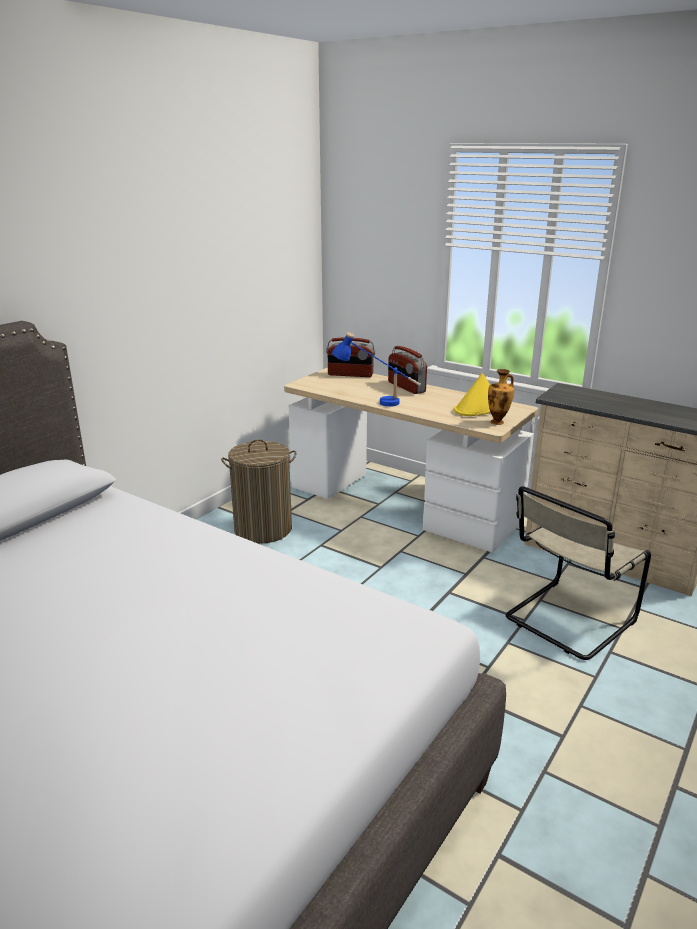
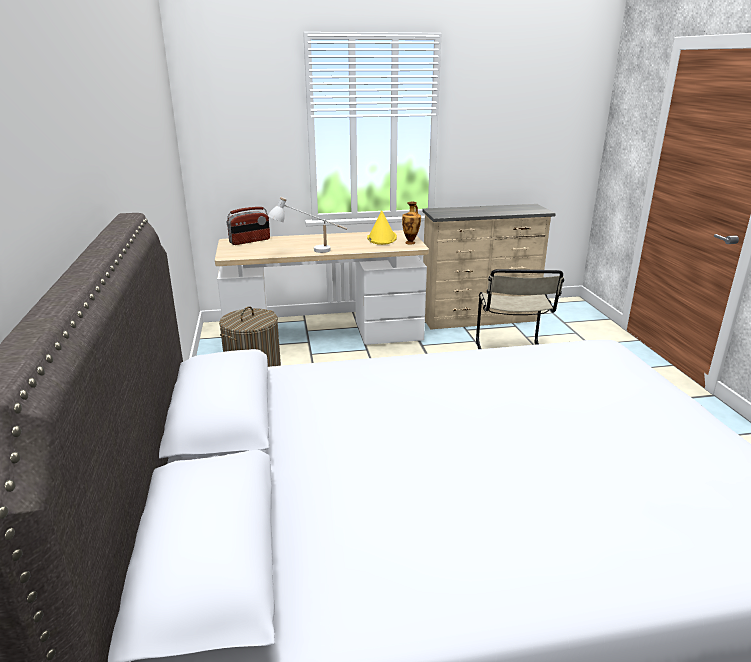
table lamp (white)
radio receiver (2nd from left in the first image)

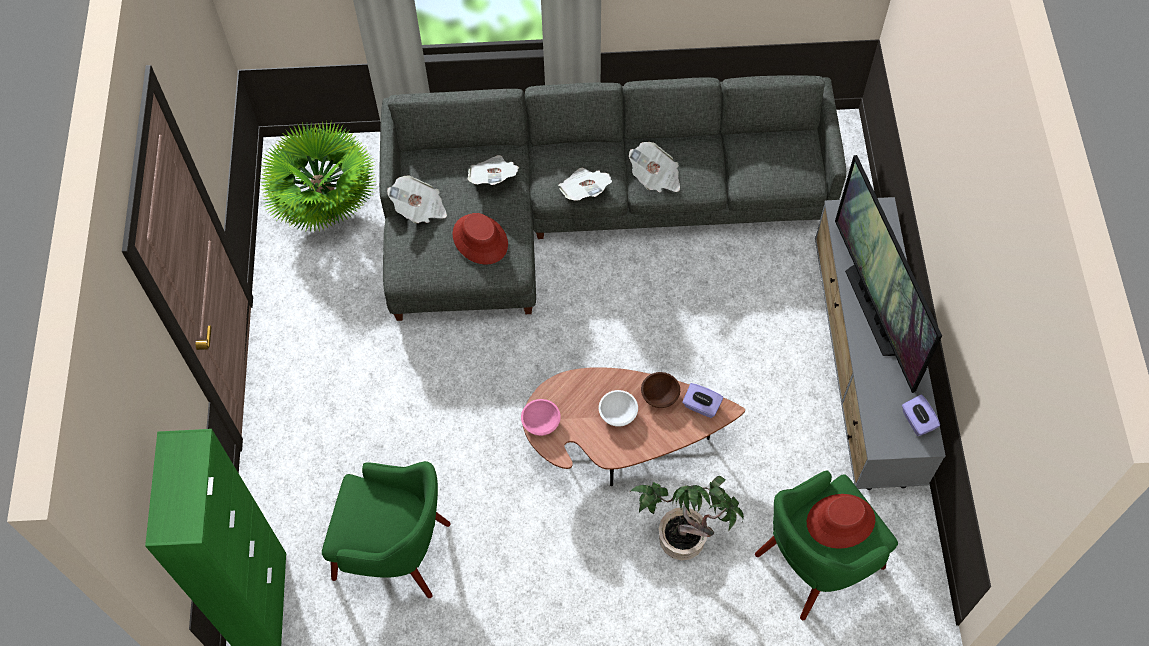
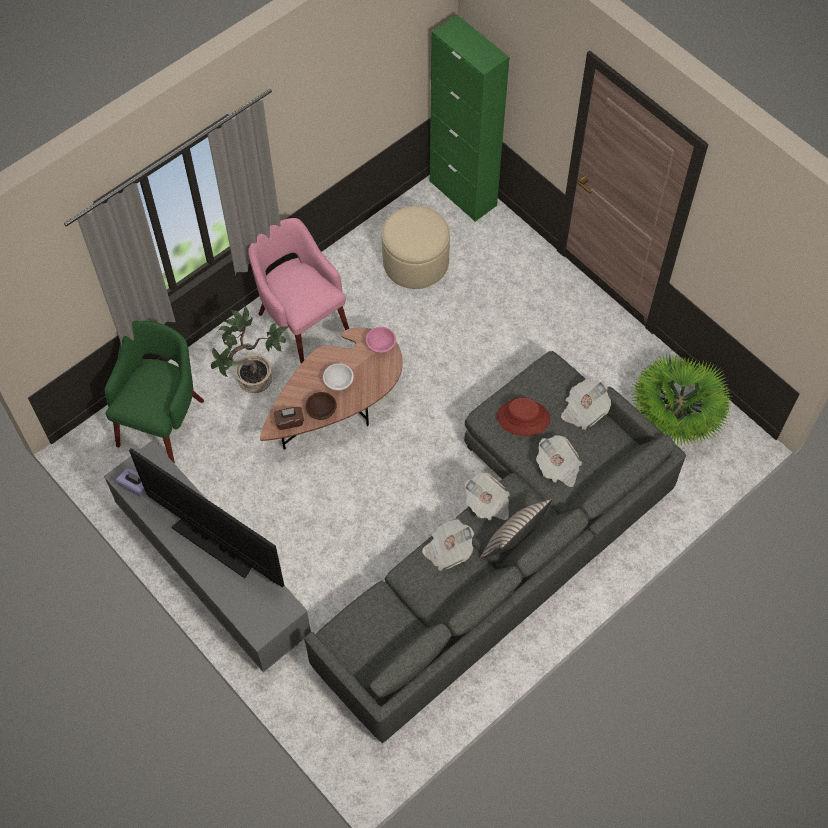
tissue box (brown)
ottoman (beige-coloured)
hat (red) (2nd from left in the first image)
easy chair (pink-coloured)
cushion (beige-coloured)

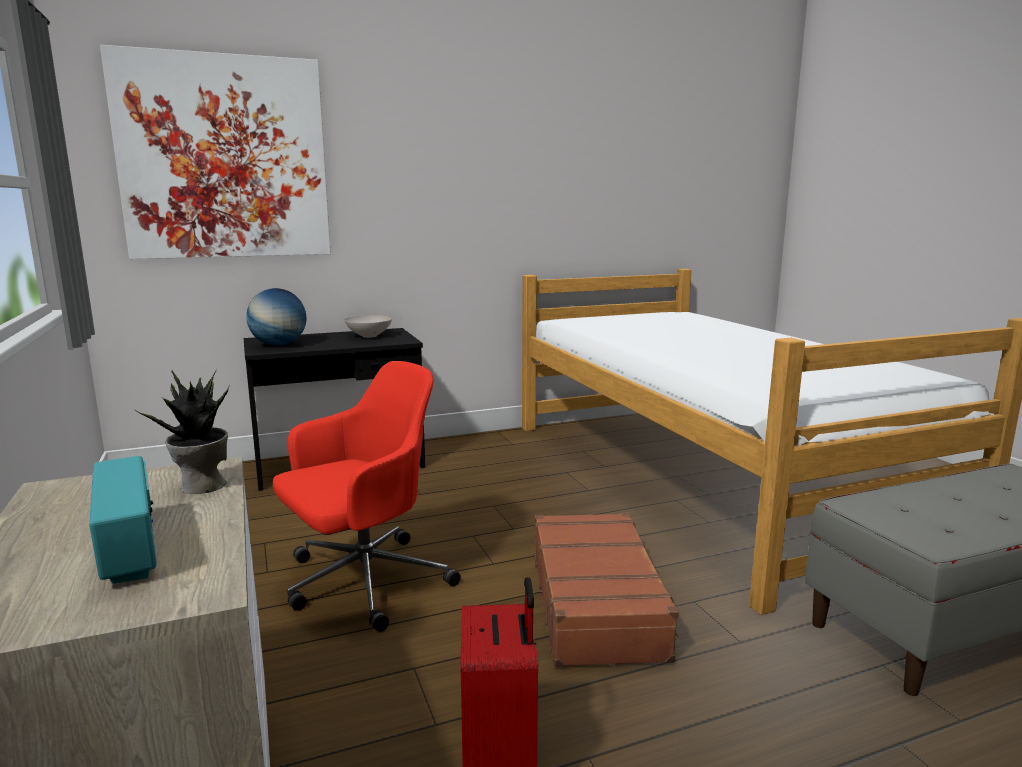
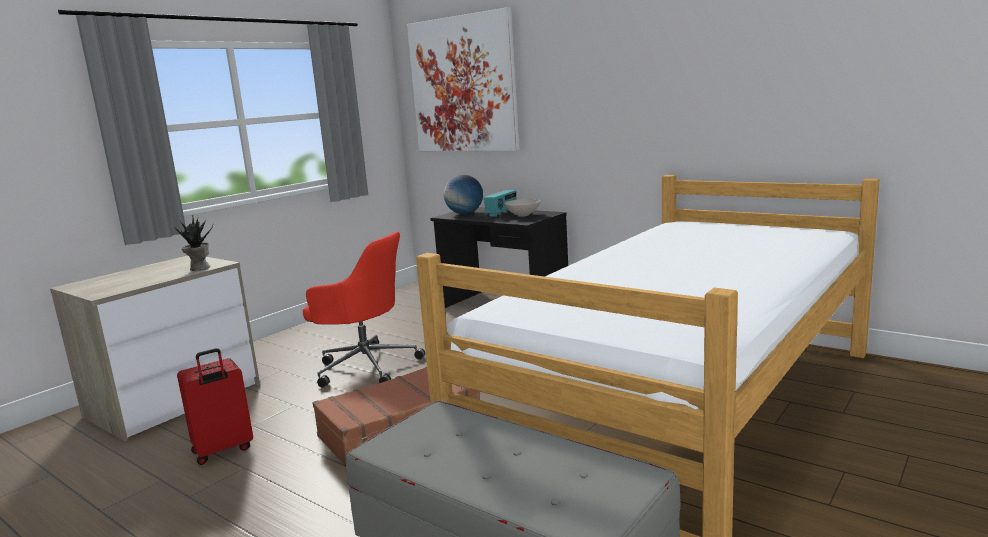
radio receiver

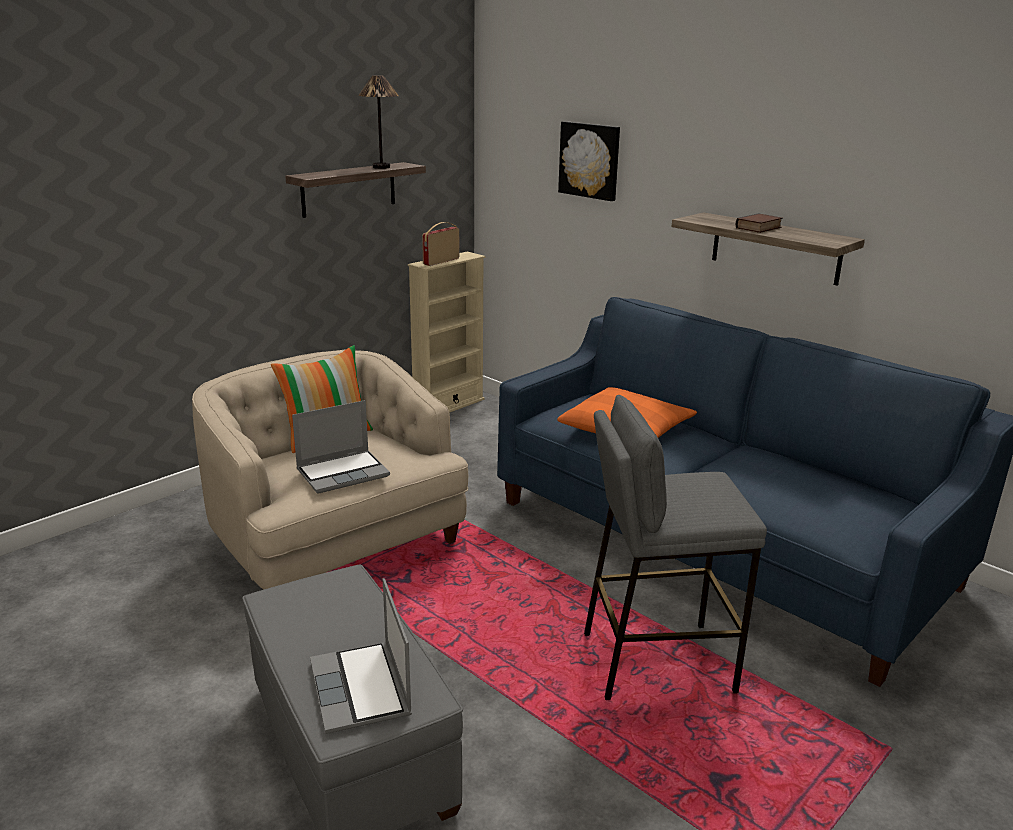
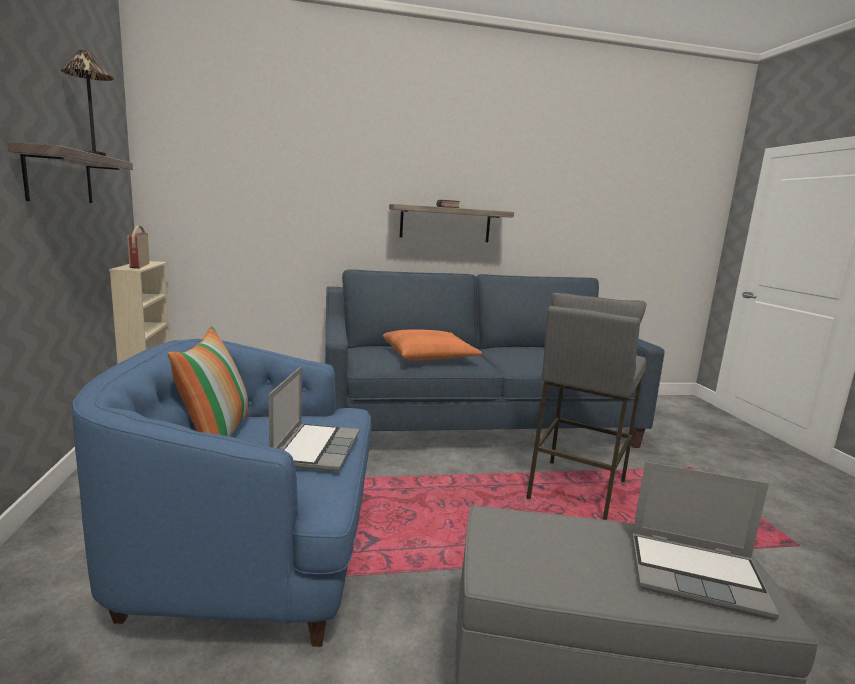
wall art
easy chair (bluish)

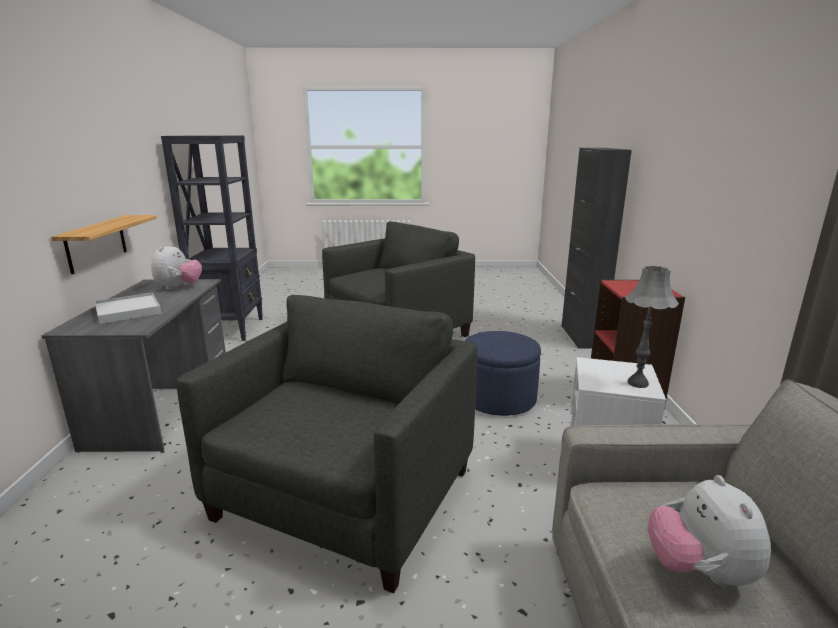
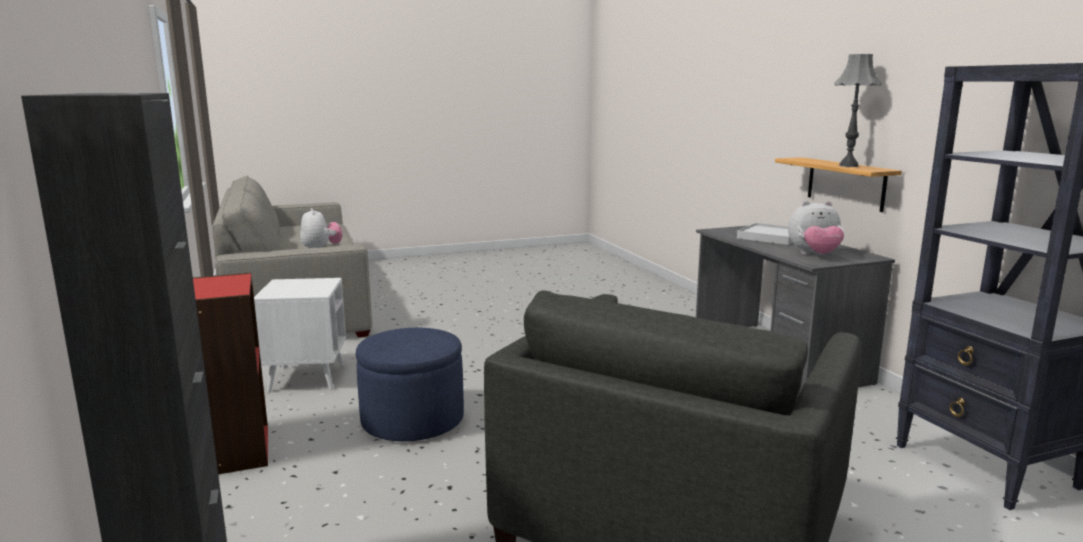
cuddly toy (2nd from left)
table lamp (grey)
easy chair (grey) (1st from left in the first image)

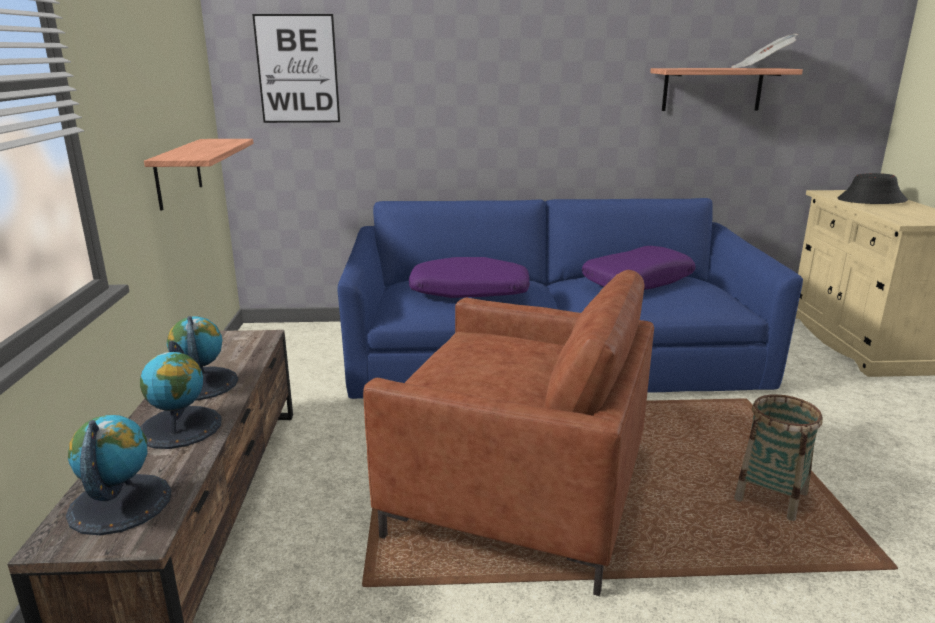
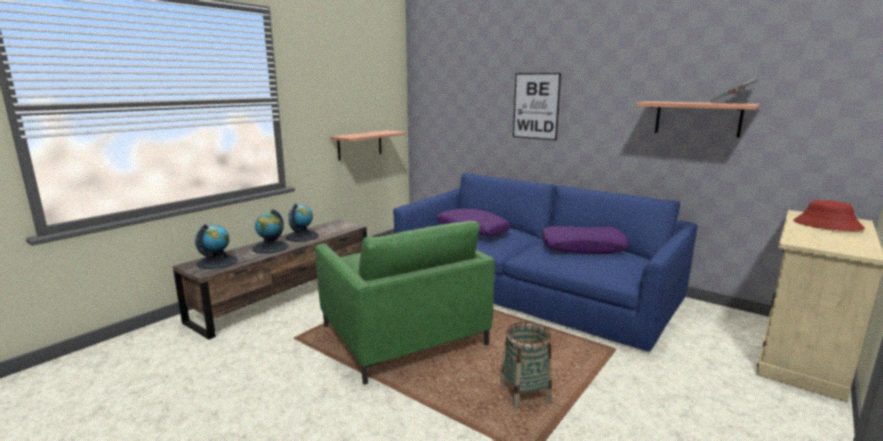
wall art
hat (red)
easy chair (green-coloured)

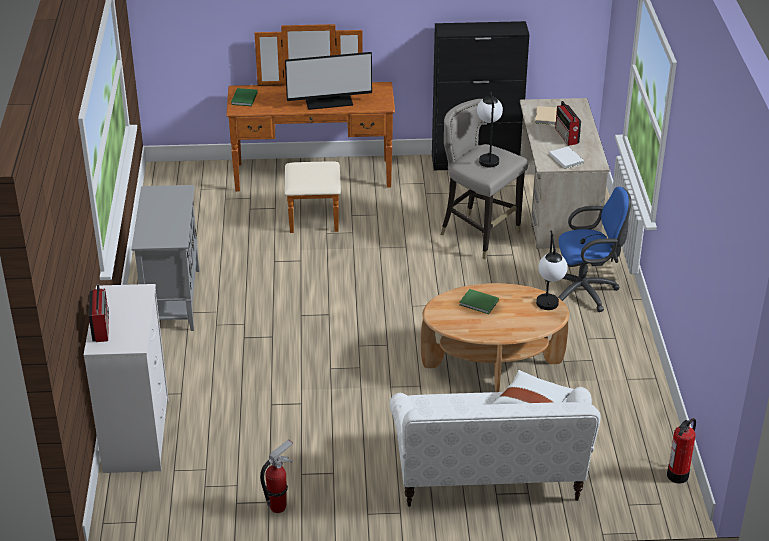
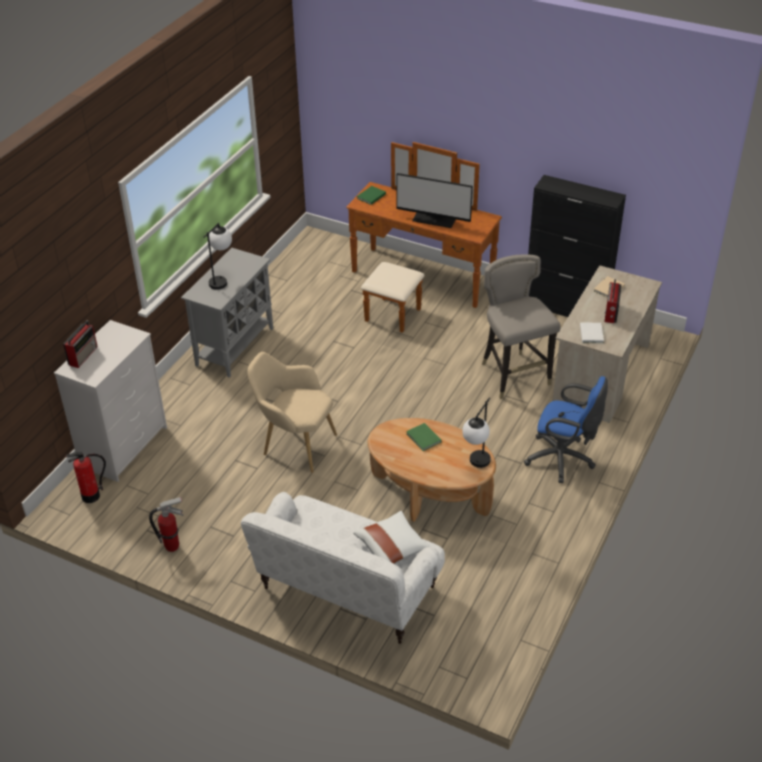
table lamp (1st from left)
extinguisher (1st from left)
easy chair (beige-coloured)

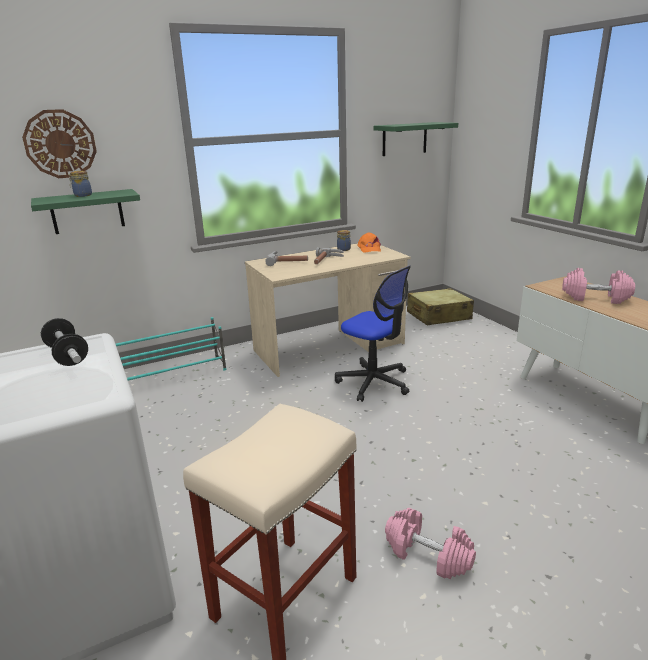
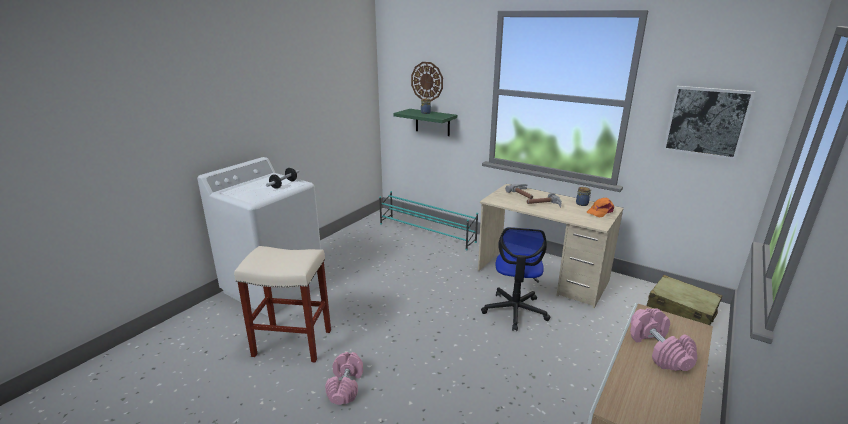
wall art

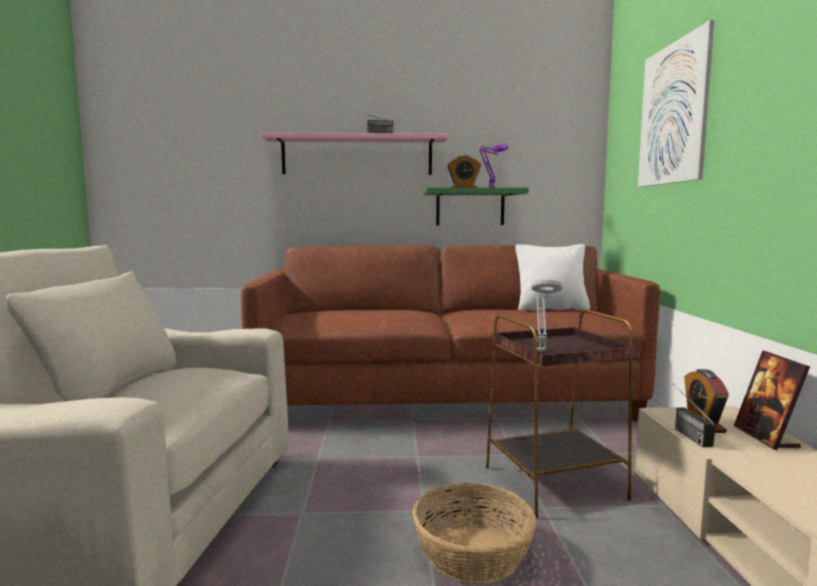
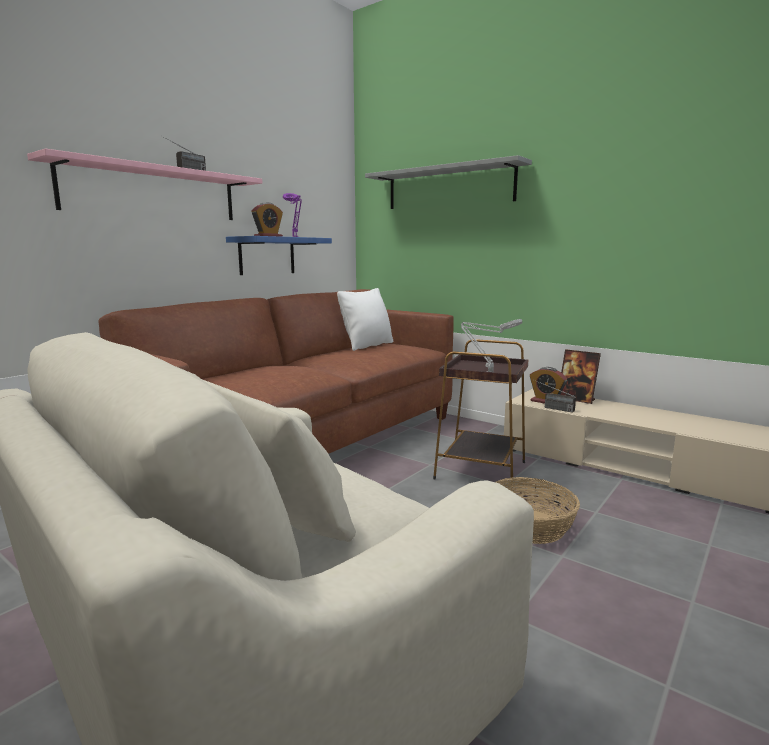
shelf (grey)
shelf (bluish)

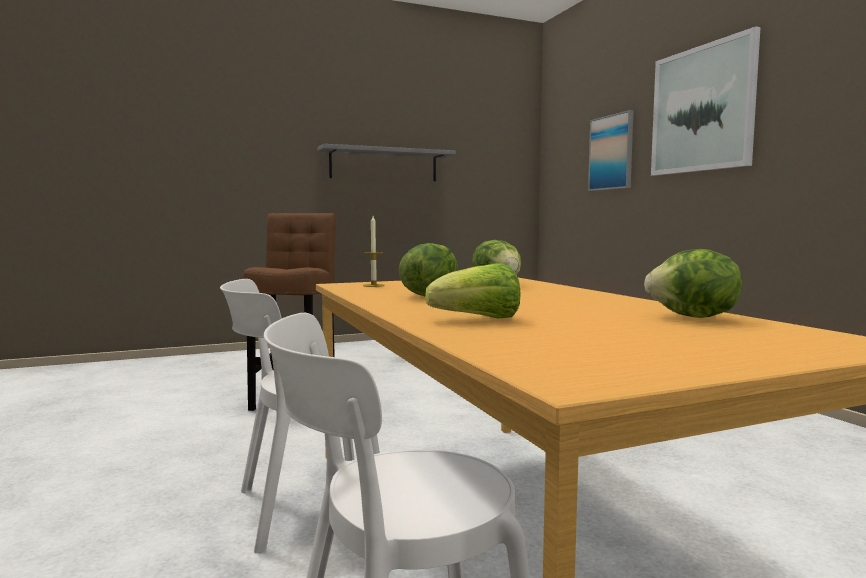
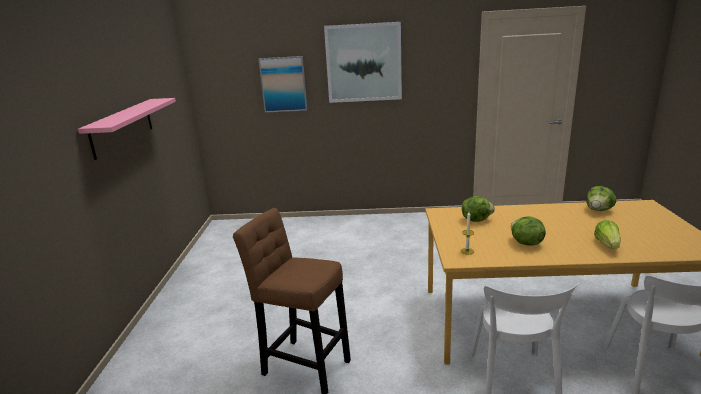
shelf (pink-coloured)

